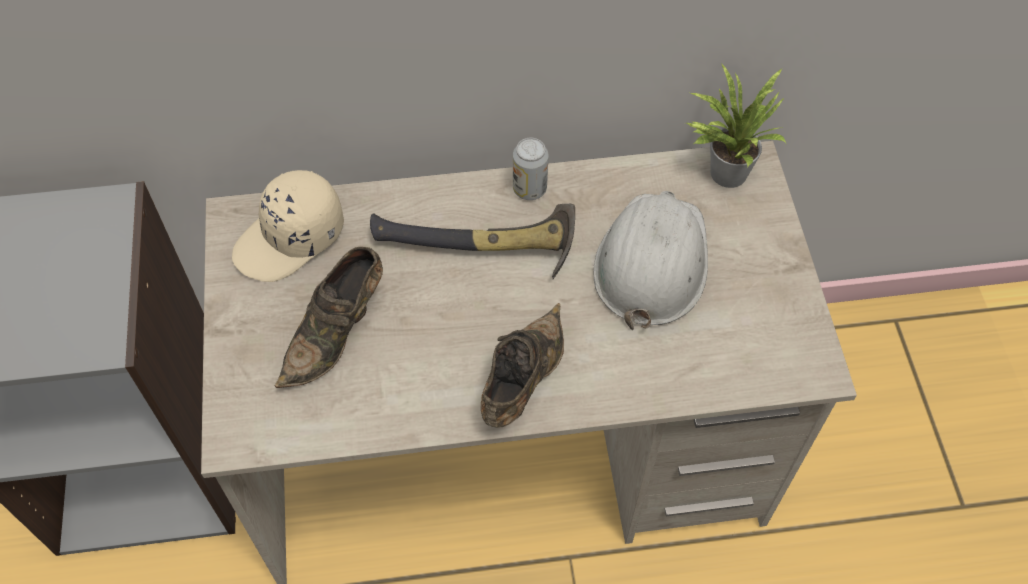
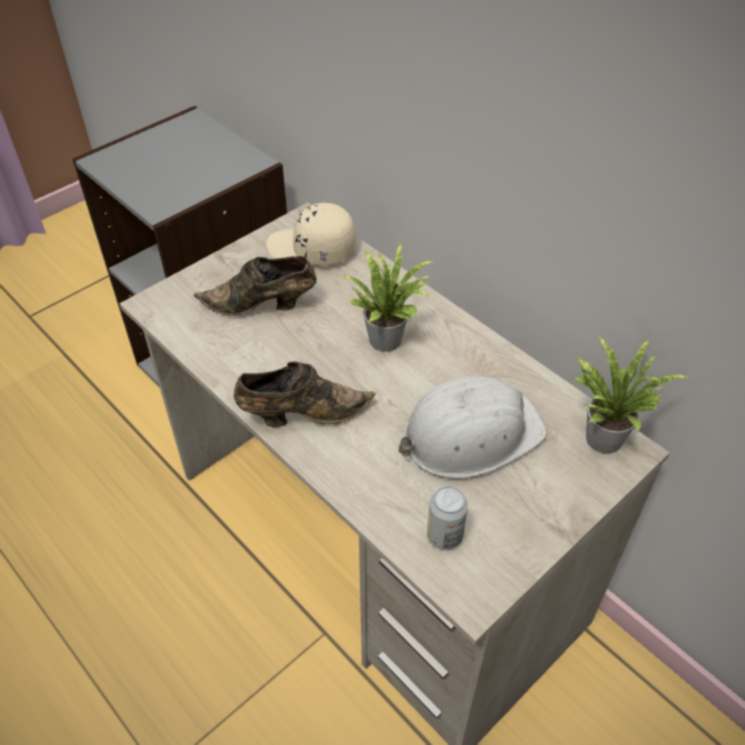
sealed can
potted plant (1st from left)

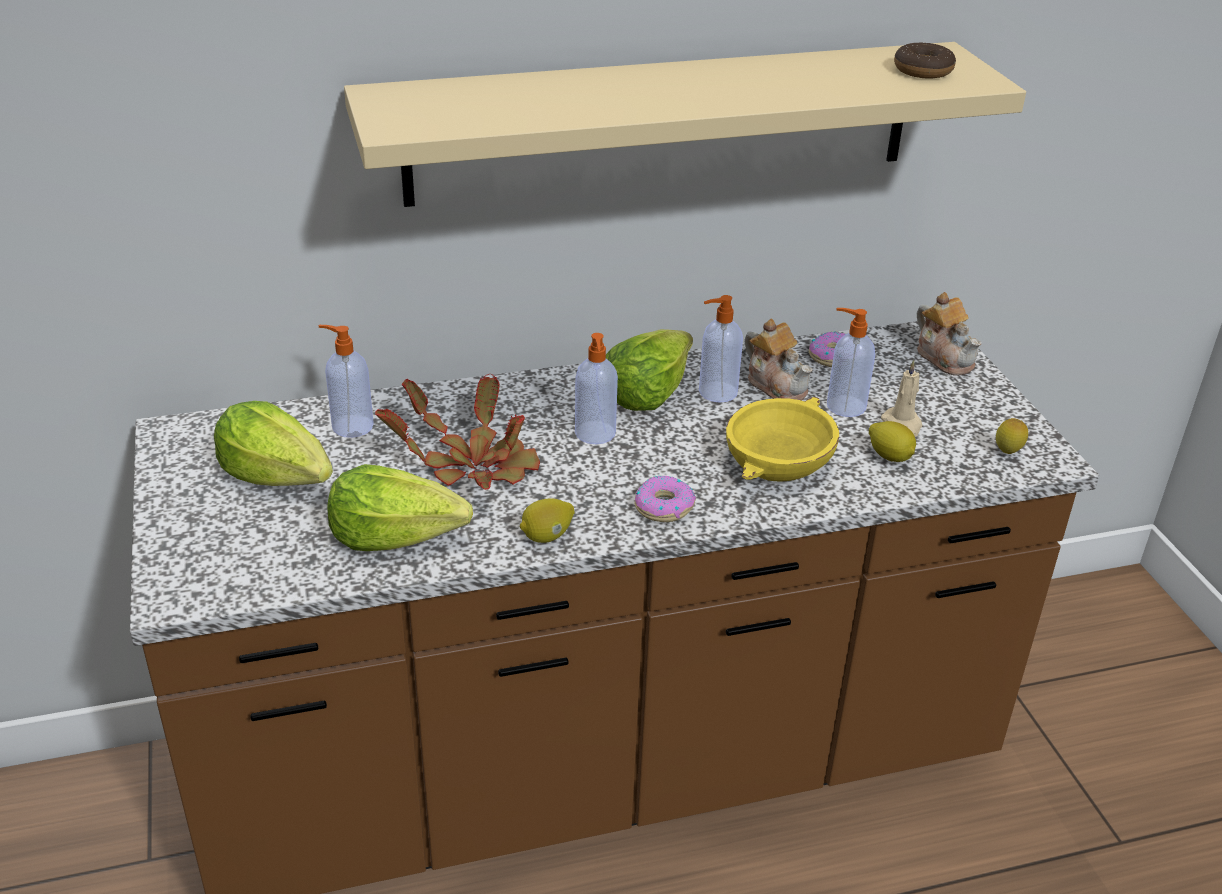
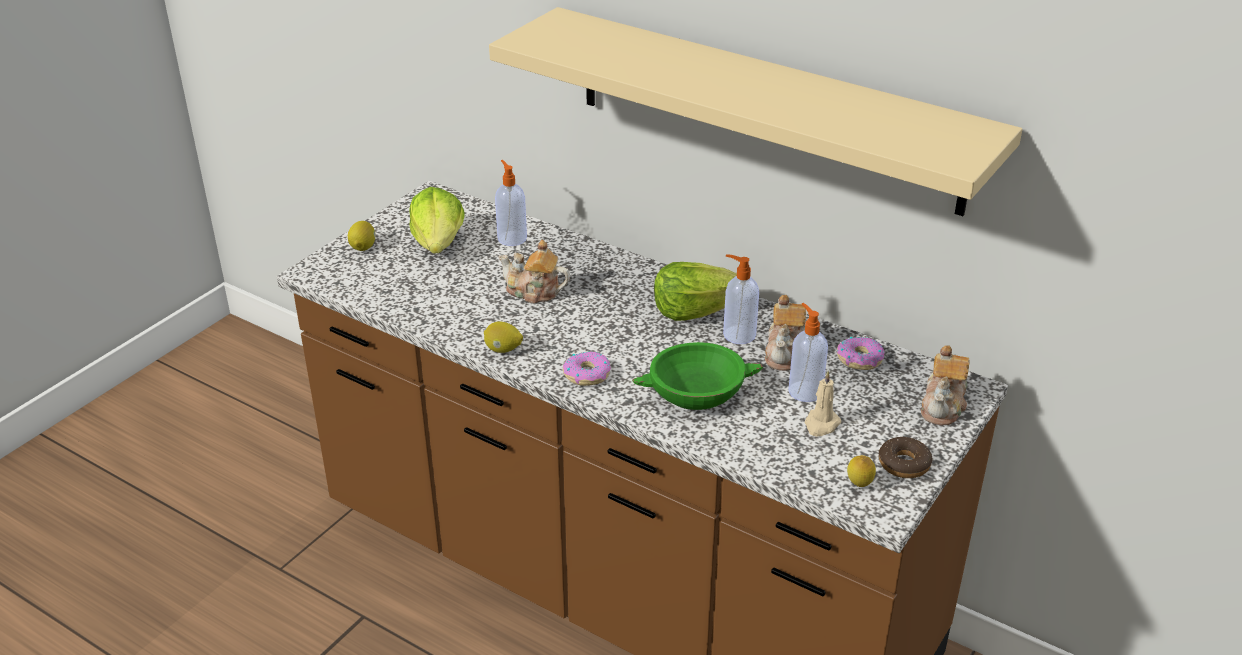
doughnut (3rd from left)
soap bottle (2nd from left in the first image)
teapot (1st from left)
serving bowl (green-coloured)
citrus fruit (1st from left)
lettuce head (2nd from left in the first image)

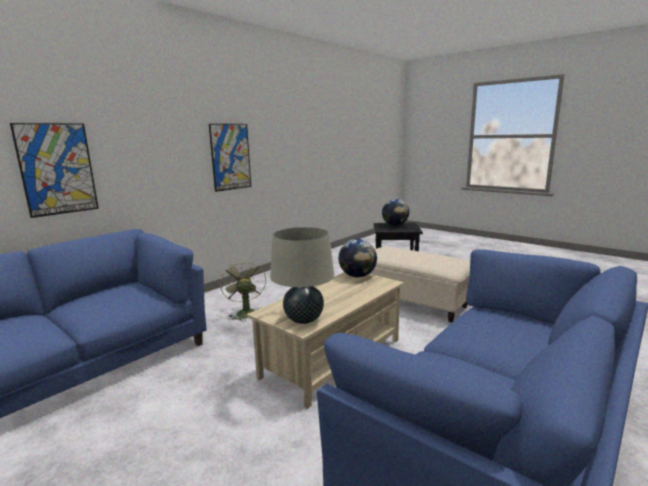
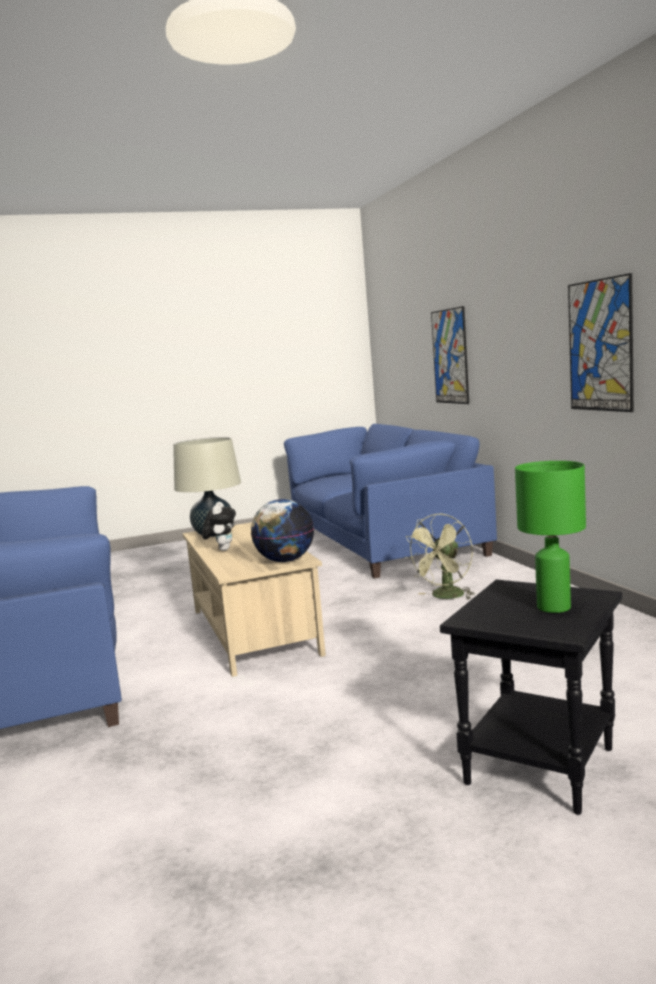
table lamp (green-coloured)
ottoman (beige-coloured)
cooling fan (green-coloured)
cuddly toy

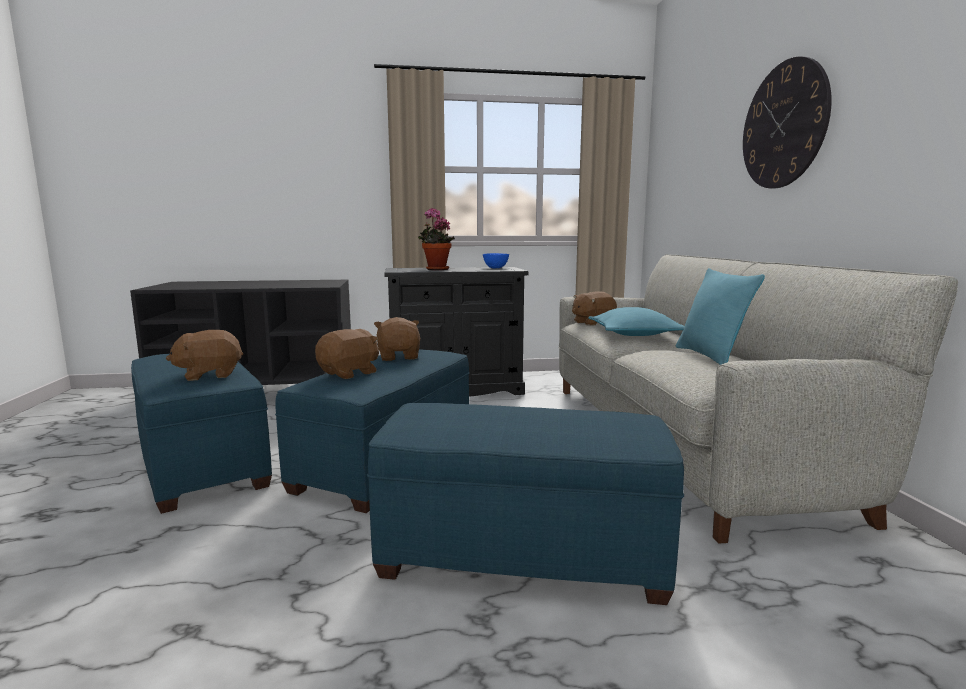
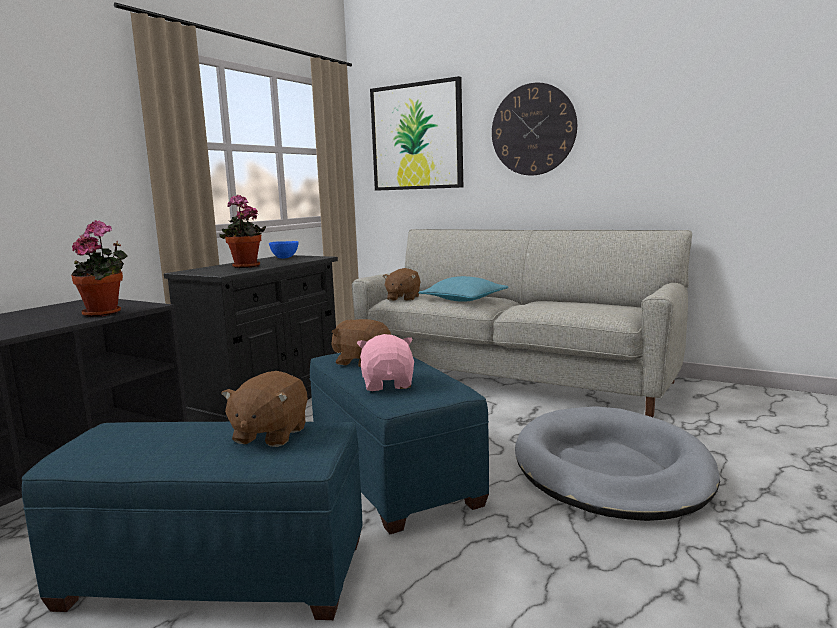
cushion (turquoise-coloured) (2nd from left in the first image)
cuddly toy (pink-coloured)
dog bed (grey)
wall art
potted plant (1st from left)

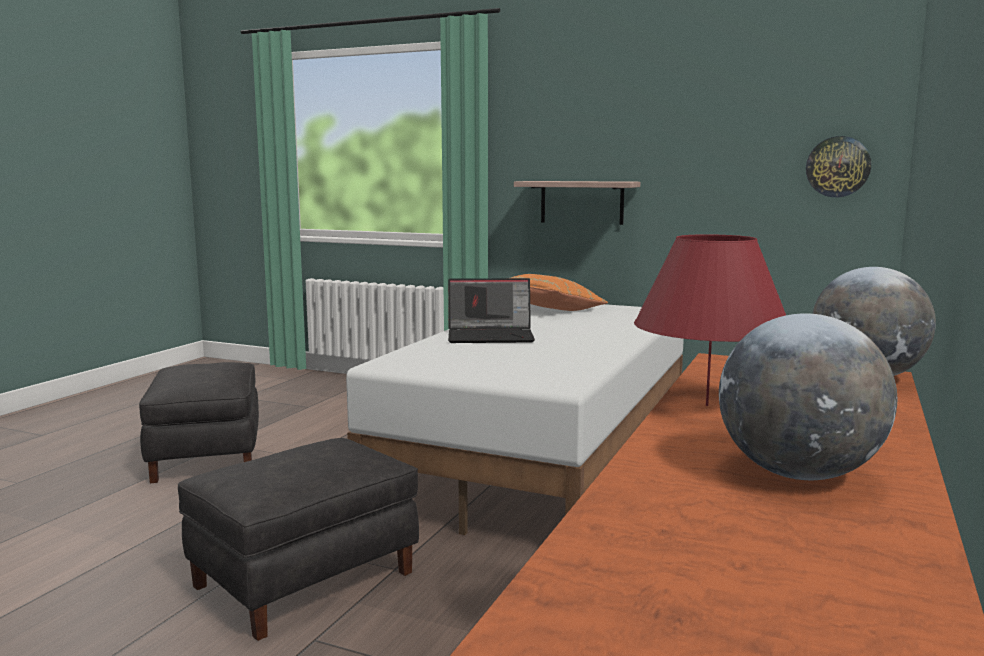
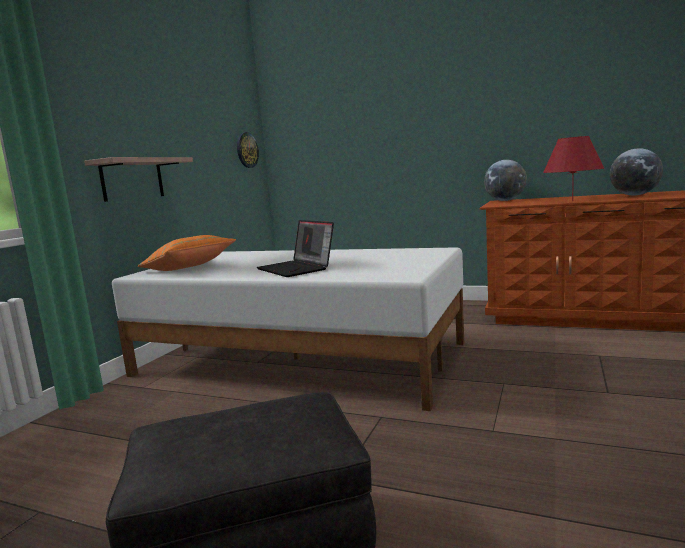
notebook computer
ottoman (black-coloured) (2nd from left in the first image)

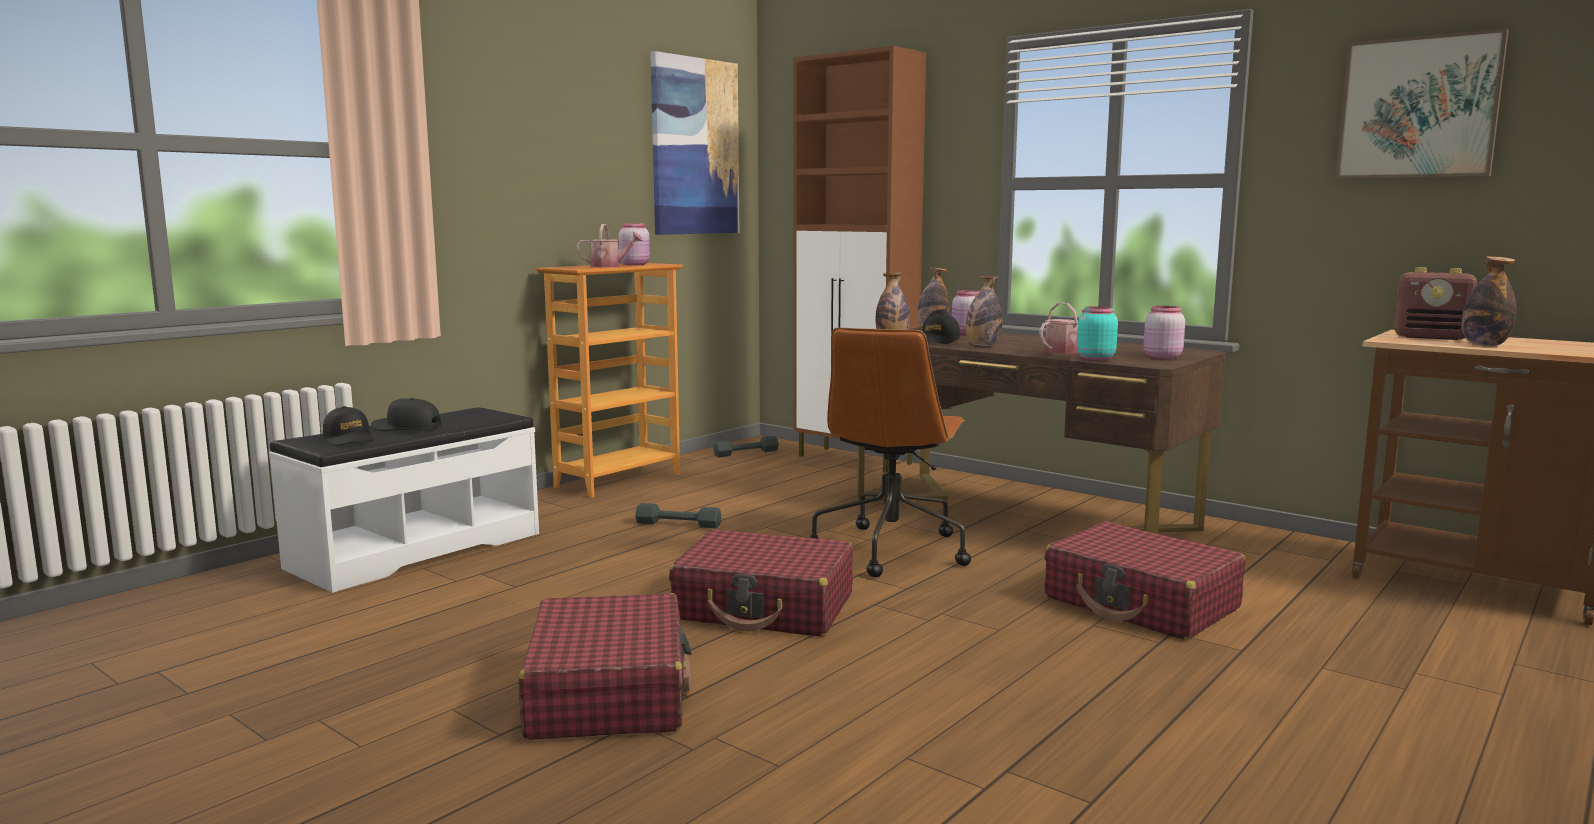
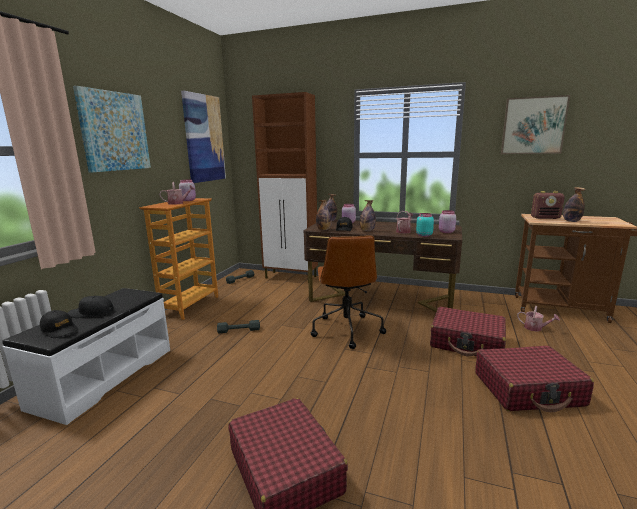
suitcase (red) (3rd from left)
wall art (1st from left)
watering pot (3rd from left)

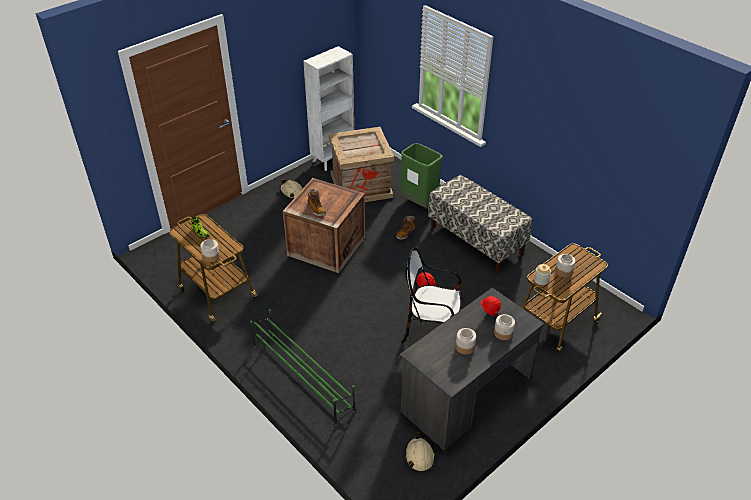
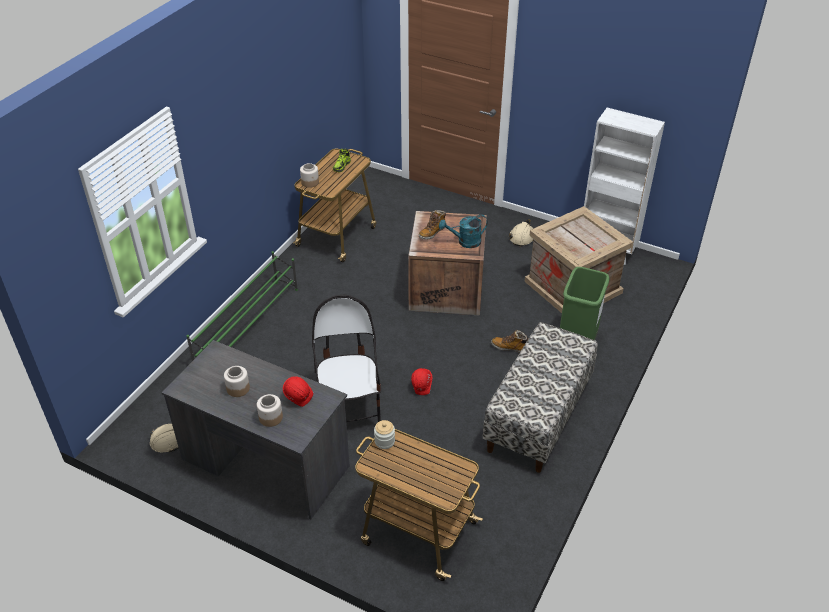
preserve jar (5th from left in the first image)
watering pot (turquoise-coloured)

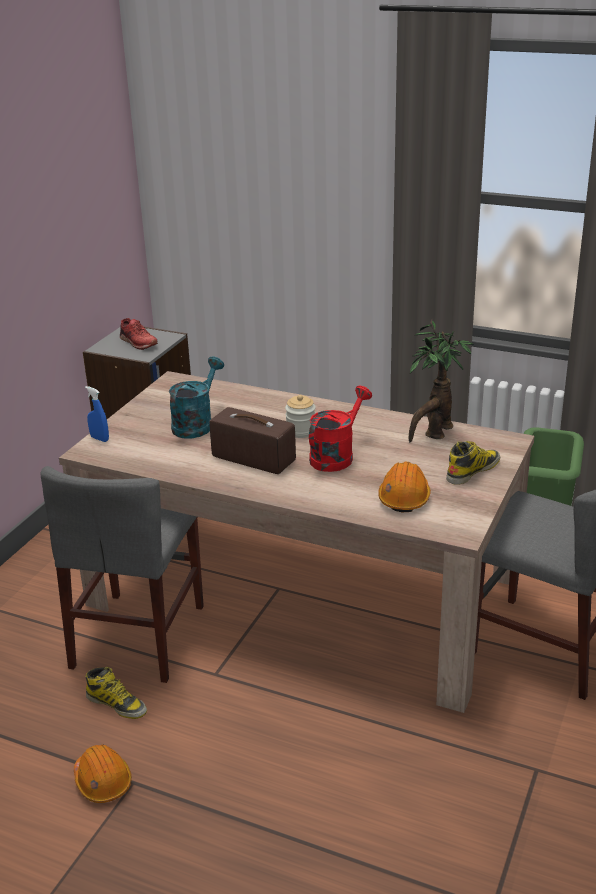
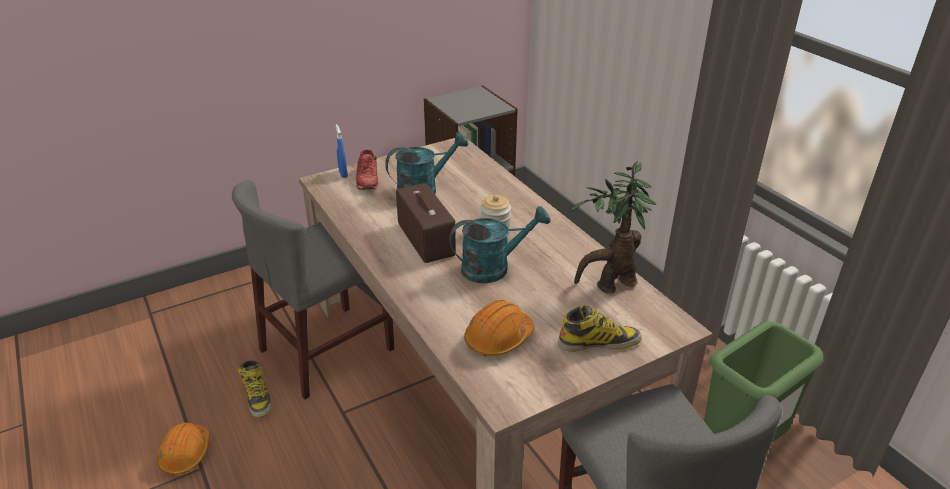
shoe (red)
watering pot (turquoise-coloured) (2nd from left)

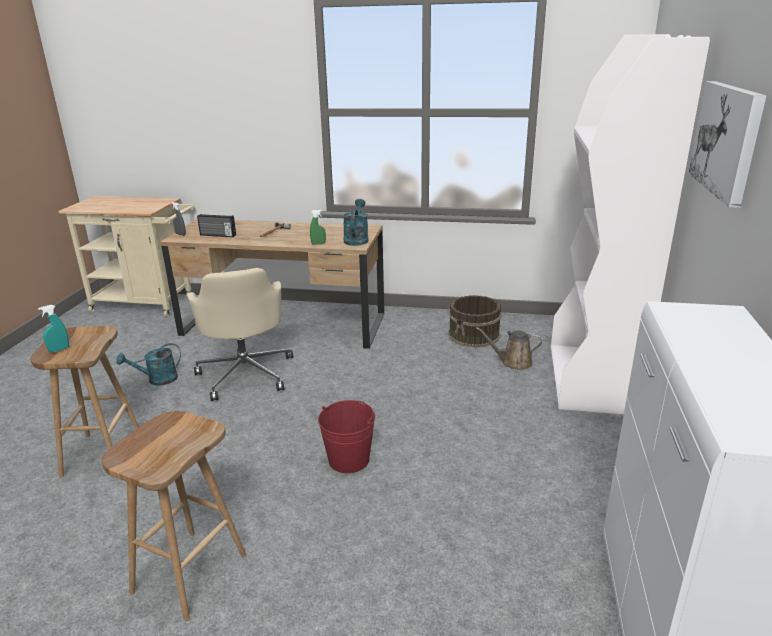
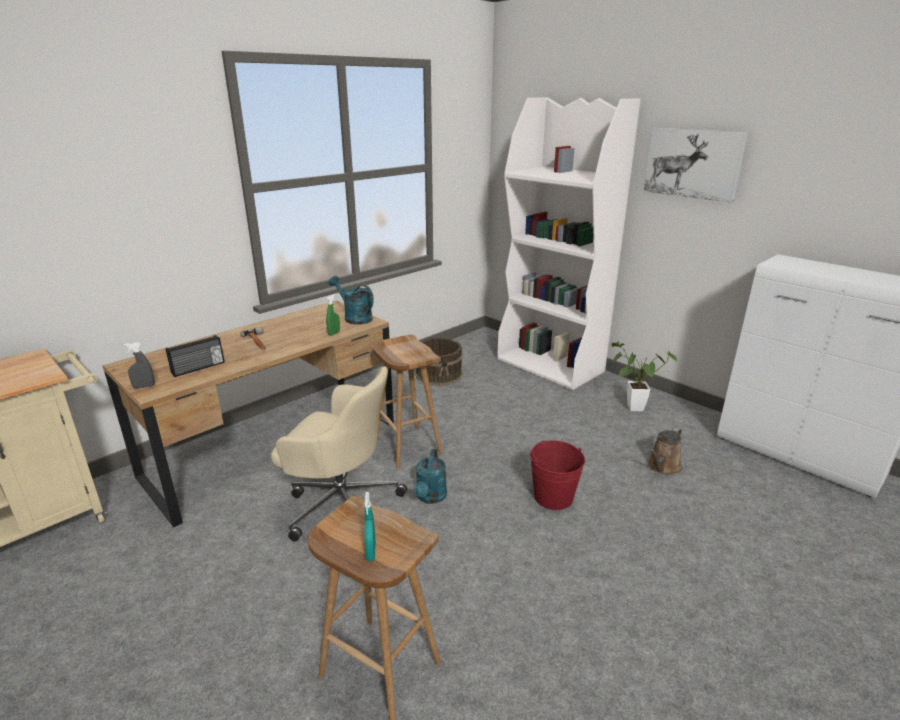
watering pot (brown)
watering pot (turquoise-coloured) (2nd from left)
stool (brown) (2nd from left)
potted plant

